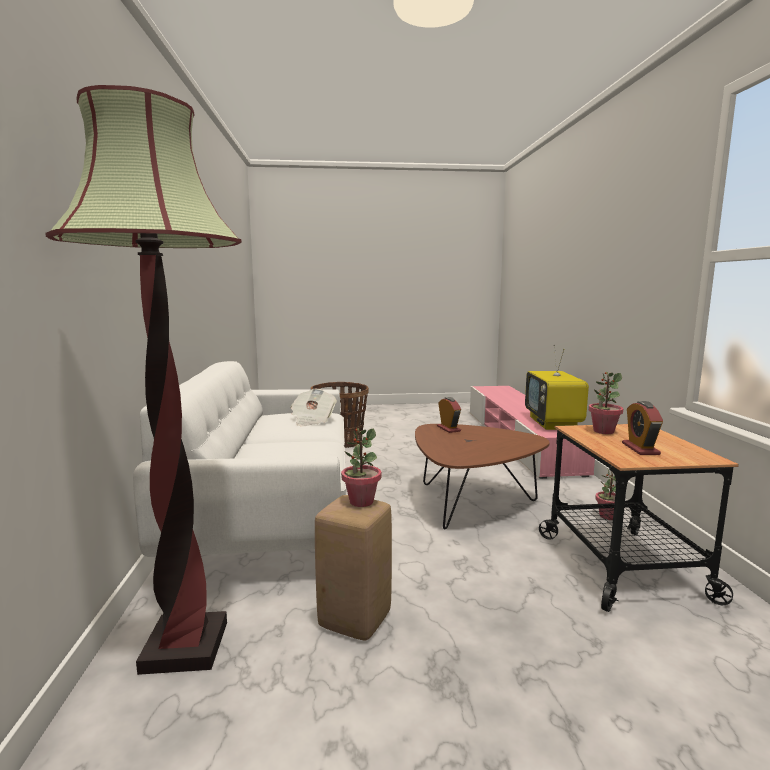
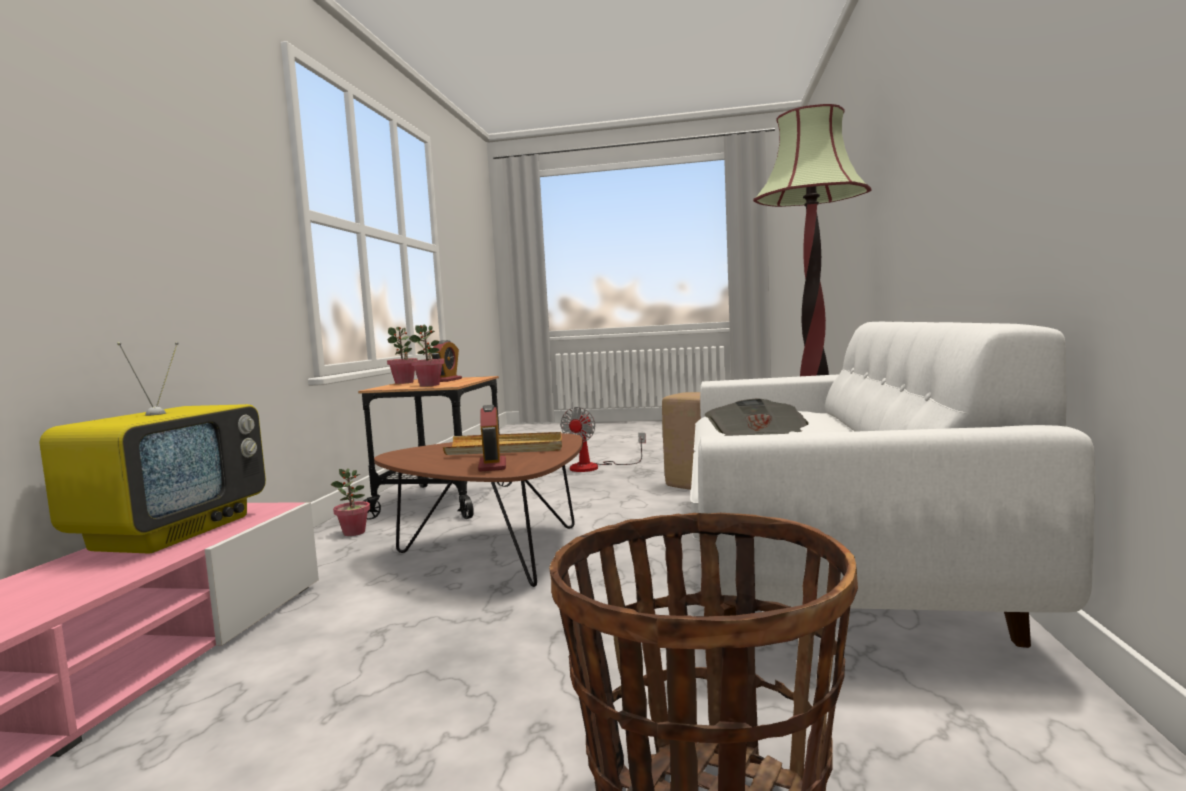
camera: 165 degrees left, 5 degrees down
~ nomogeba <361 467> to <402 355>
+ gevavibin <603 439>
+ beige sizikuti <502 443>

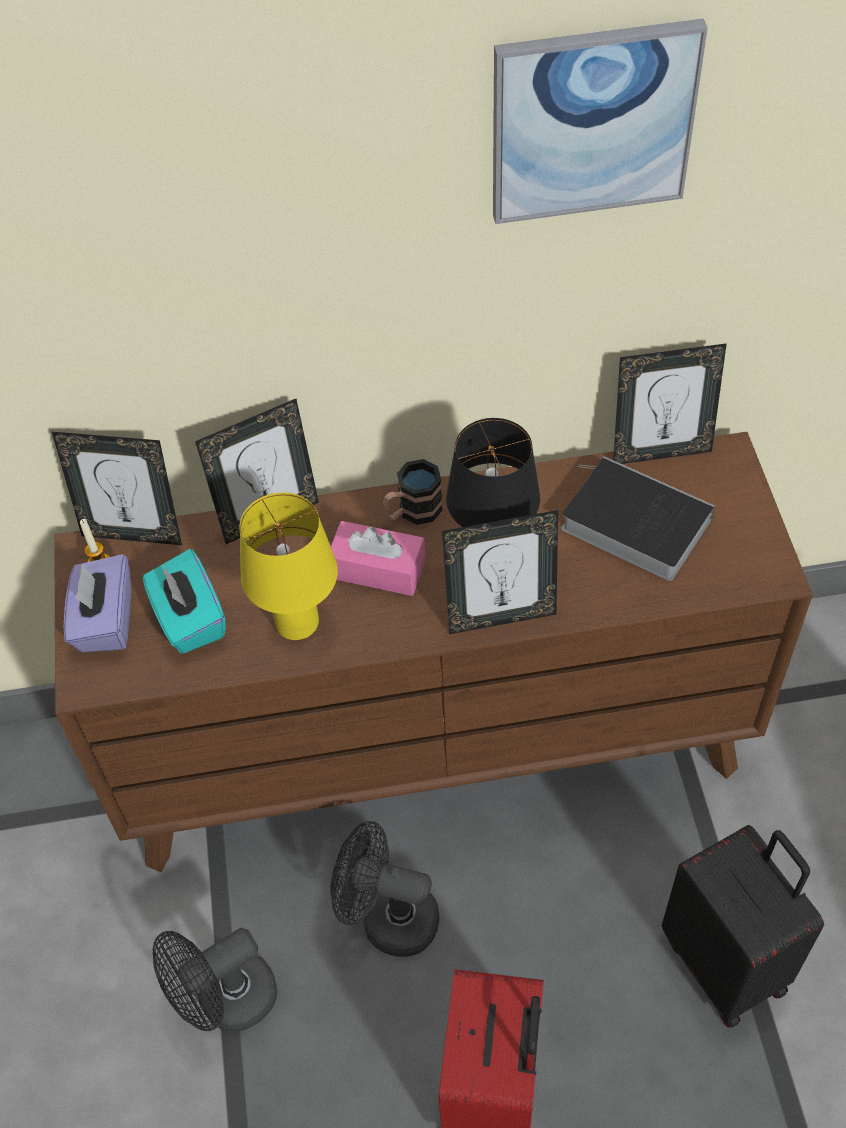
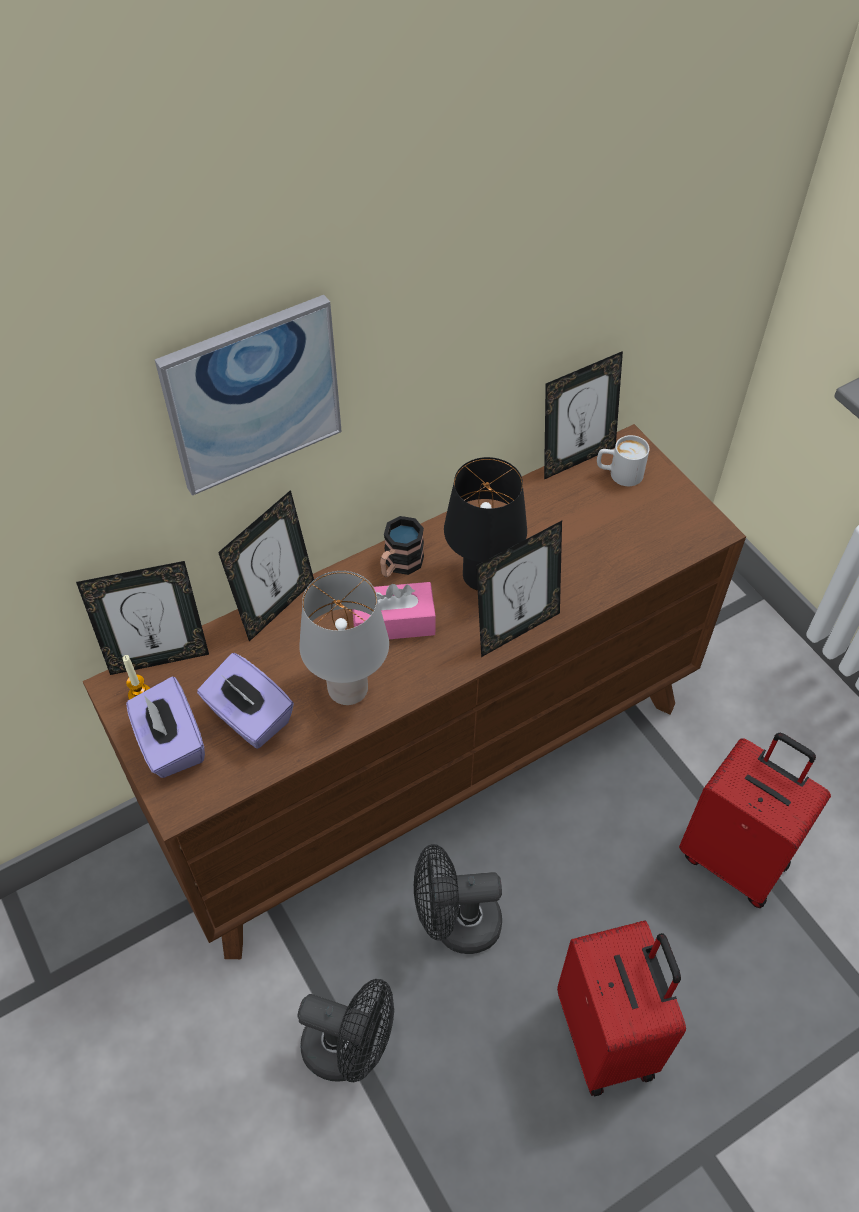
camera: 25 degrees left, 0 degrees up
~ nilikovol <600 121> to <248 395>
- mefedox <638 518>
~ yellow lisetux <288 566> to grey lisetux <344 638>
~ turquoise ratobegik <184 601> to purple ratobegik <245 701>
~ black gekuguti <743 926> to red gekuguti <755 820>
~ black gevavibin <215 980> = <345 1030> 105 degrees counterclockwise
+ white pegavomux <623 460>

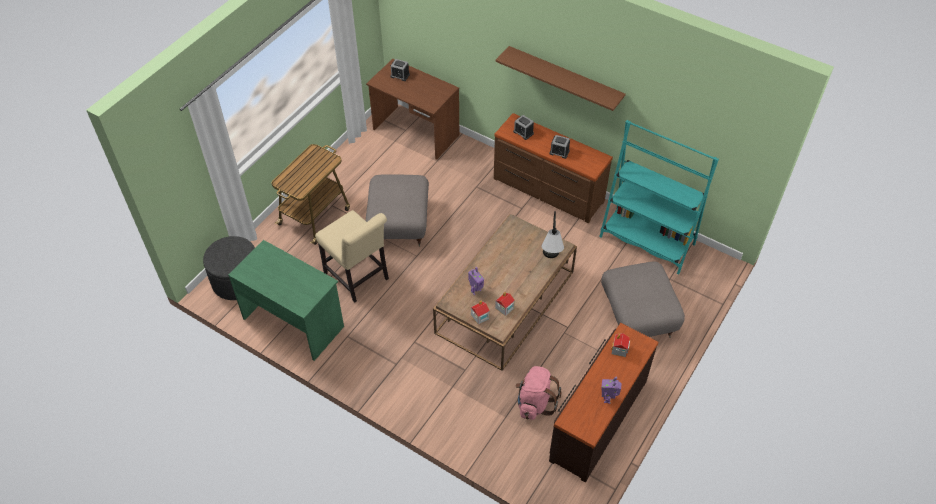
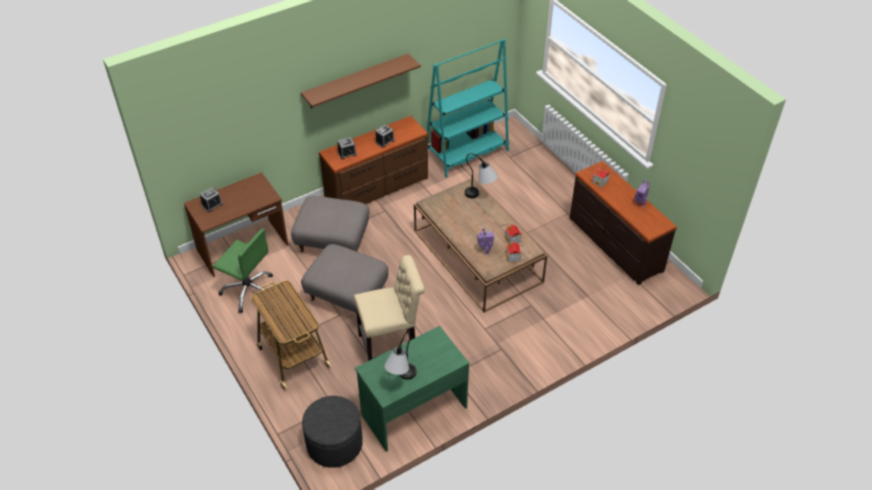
camera: 65 degrees left, 5 degrees down
~ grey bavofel <643 300> to <330 224>
- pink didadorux <539 393>
+ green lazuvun <243 270>
+ lisetux <400 355>

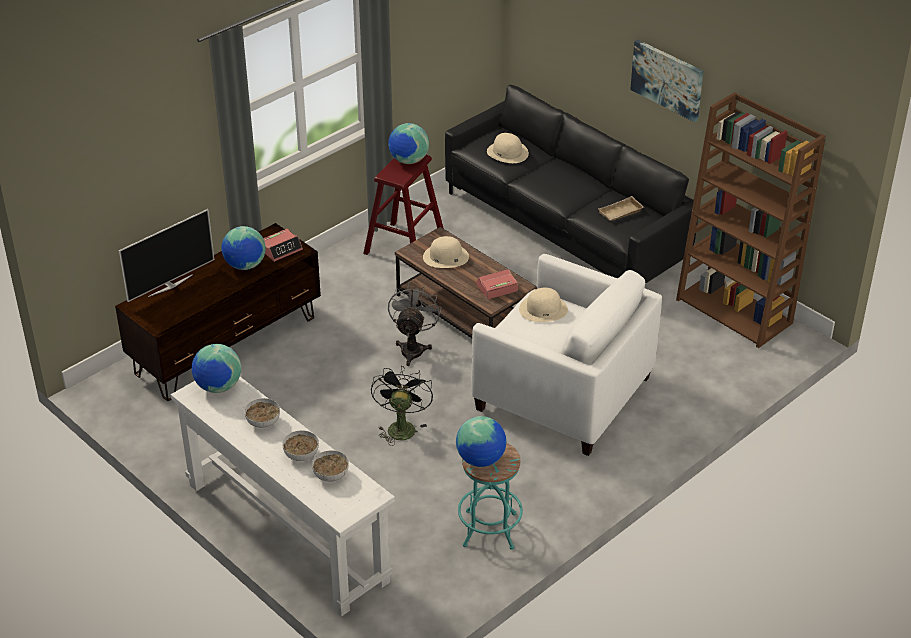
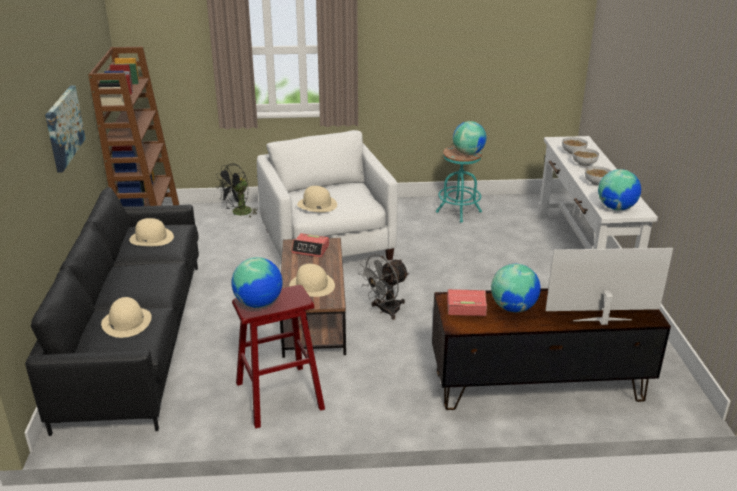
camera: 140 degrees left, 10 degrees down
~ beige sizikuti <621 208> to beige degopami <151 232>
~ black gevavibin <402 406> to <237 190>

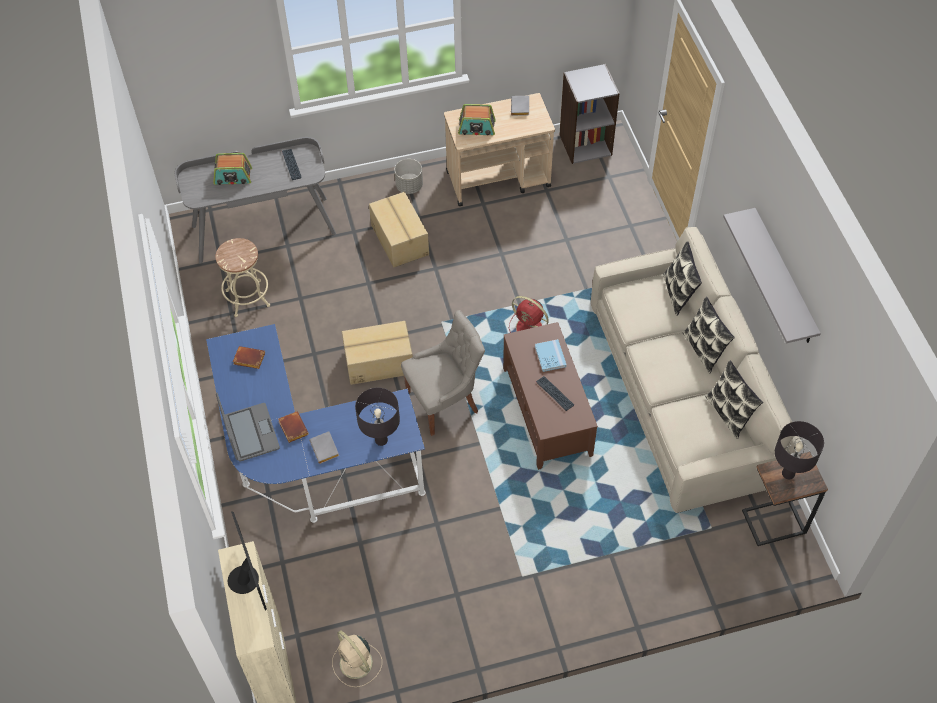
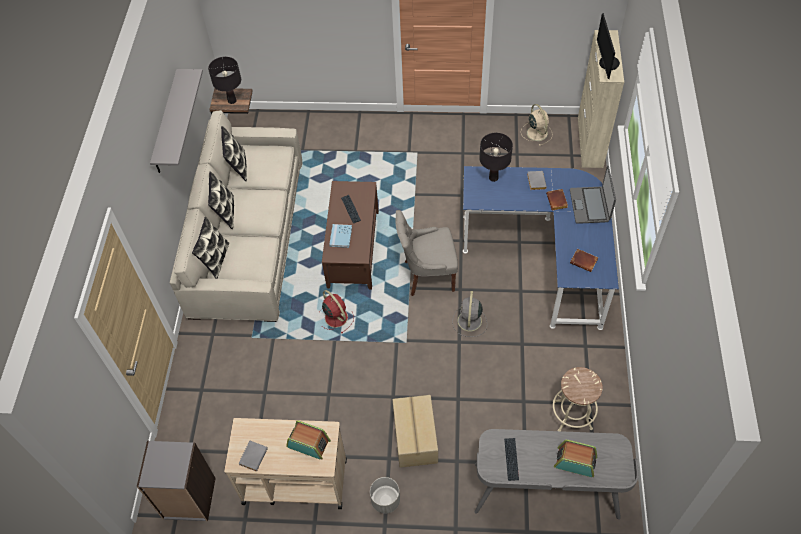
camera: 160 degrees left, 0 degrees up
~ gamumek <377 353> to grey gevavibin <469 314>

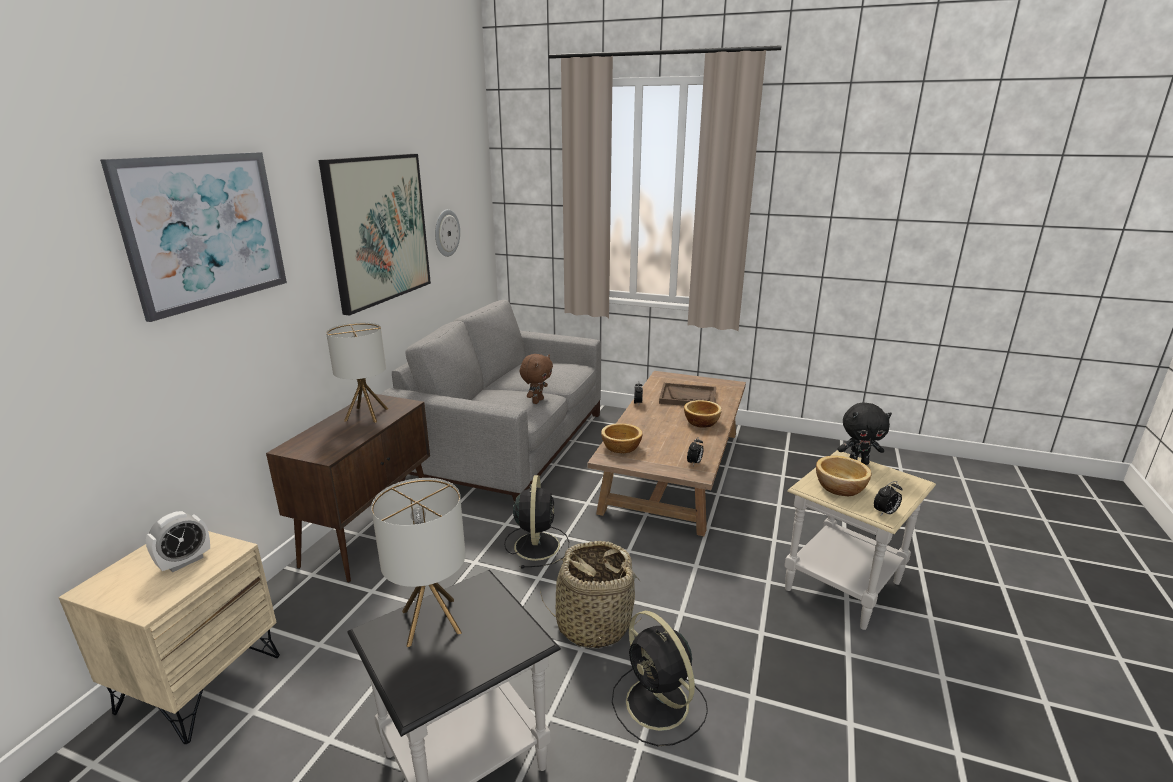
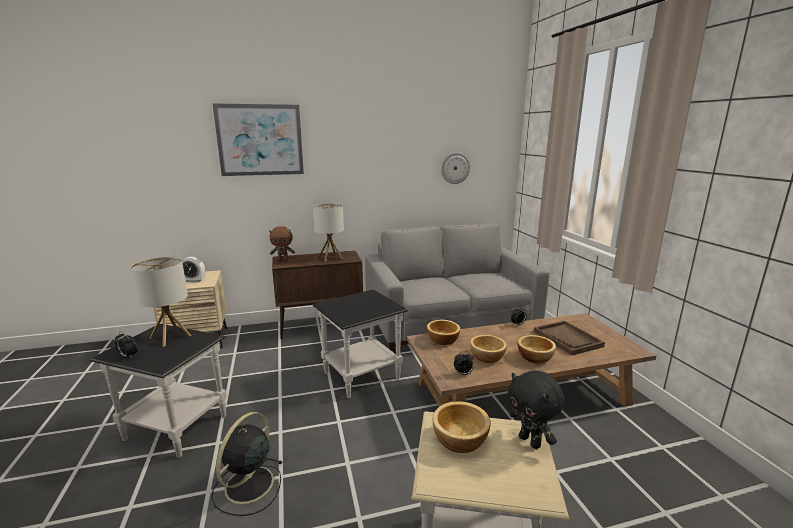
camera: 55 degrees right, 5 degrees down
- nilikovol <375 235>
~ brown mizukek <536 379> to <282 243>
~ black gevavibin <536 522> to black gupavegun <360 344>
~ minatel <888 498> to <126 344>
- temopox <591 594>
+ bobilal <488 349>

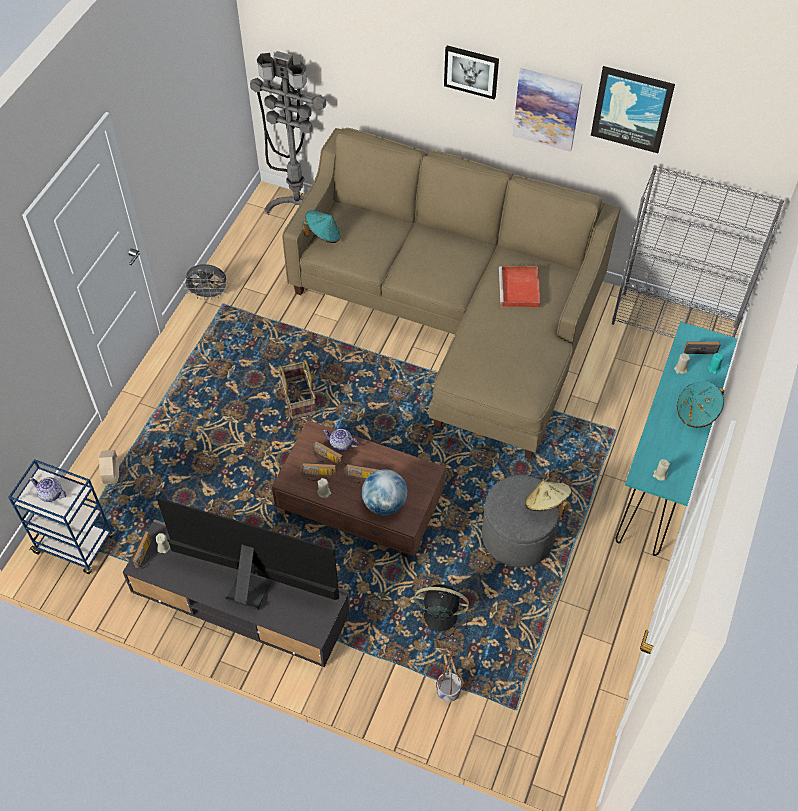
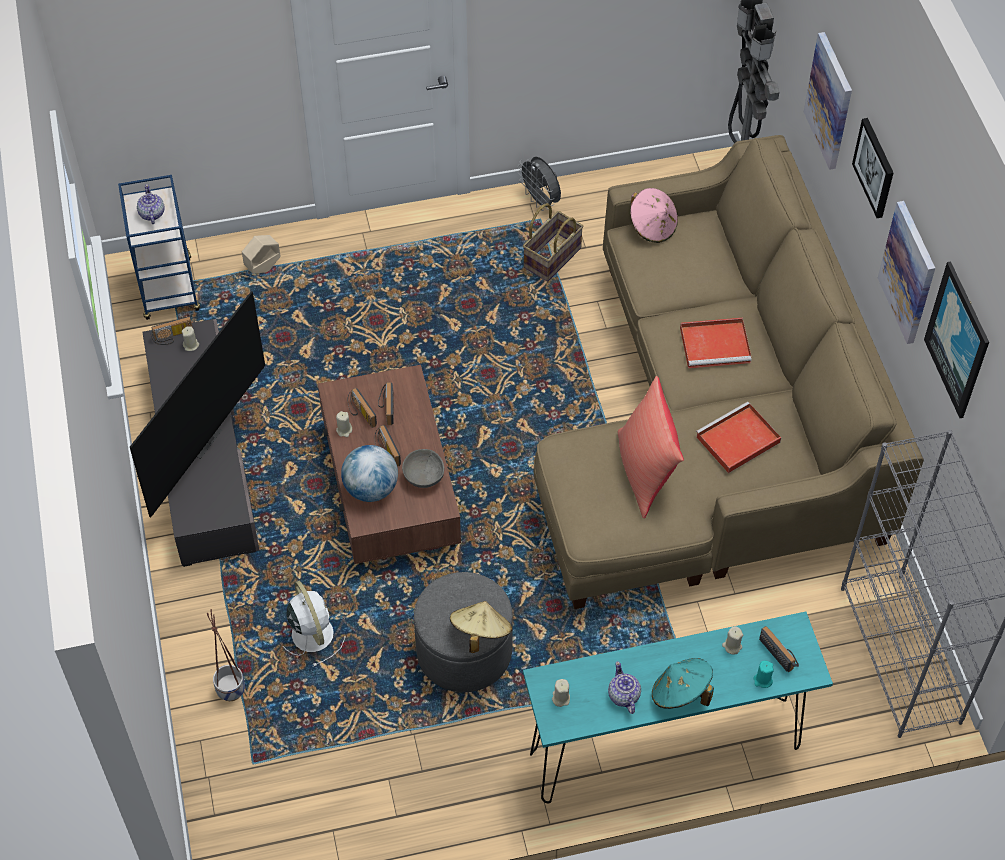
camera: 55 degrees right, 0 degrees up
~ turquoise degopami <321 226> to pink degopami <654 215>
~ temopox <297 389> to <553 242>
~ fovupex <341 440> to <624 687>
~ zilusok <248 554> = <197 404> 45 degrees clockwise
~ black gevavibin <441 612> to white gevavibin <314 624>
+ nilikovol <828 101>
+ red sizikuti <716 343>
+ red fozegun <651 447>
+ grey bobilal <423 468>

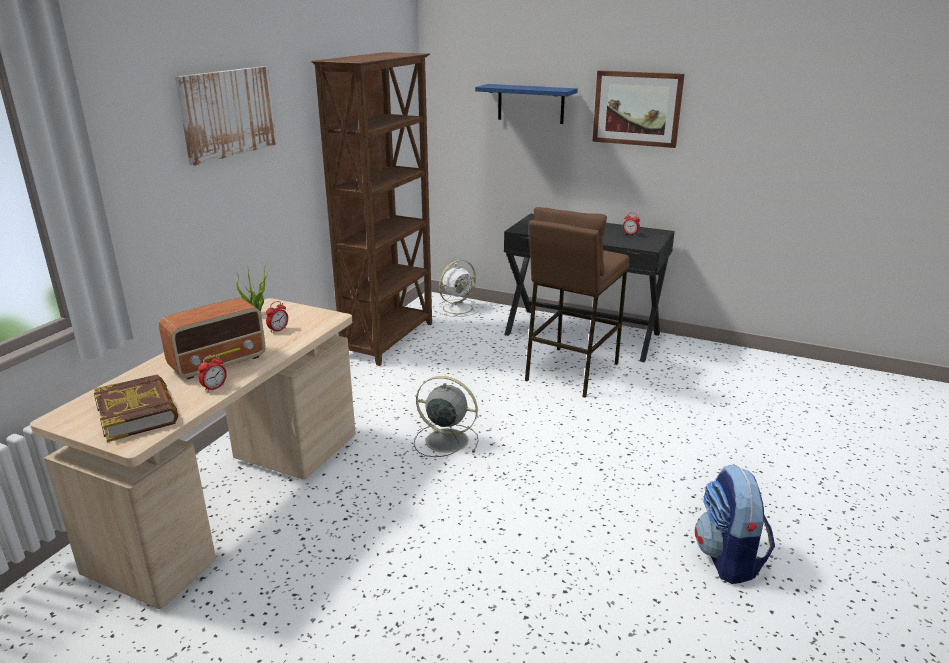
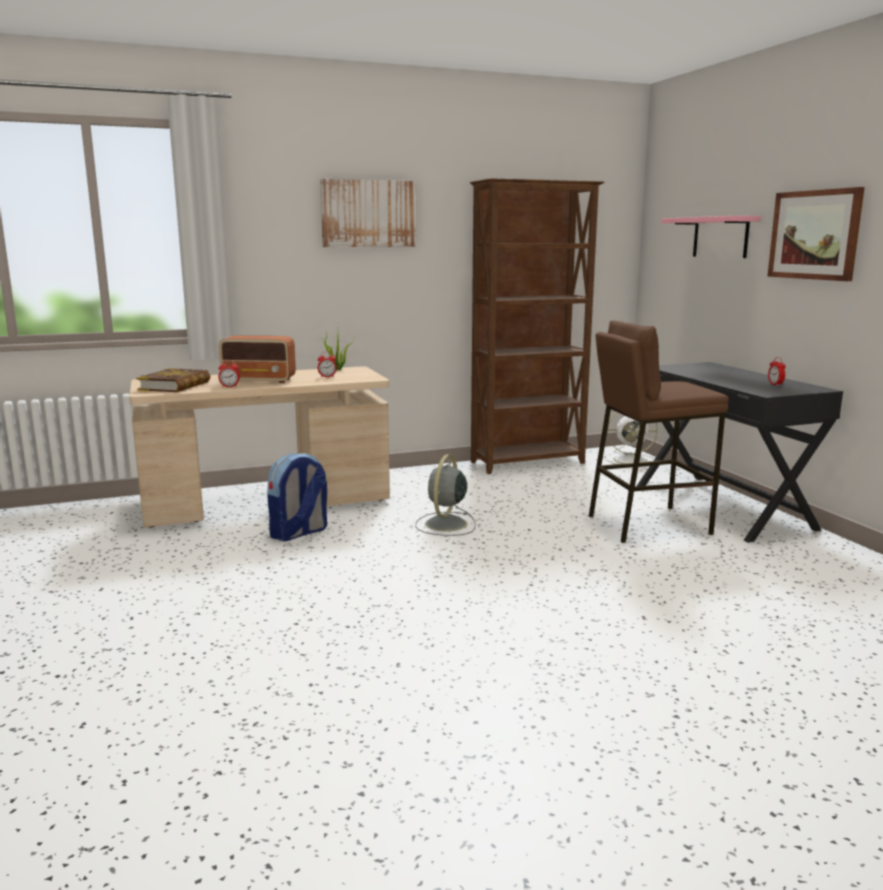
camera: 45 degrees right, 10 degrees down
~ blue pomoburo <526 104> to pink pomoburo <711 237>
~ grey gevavibin <446 416> = <445 495> 135 degrees counterclockwise
~ didadorux <735 524> to <297 497>

